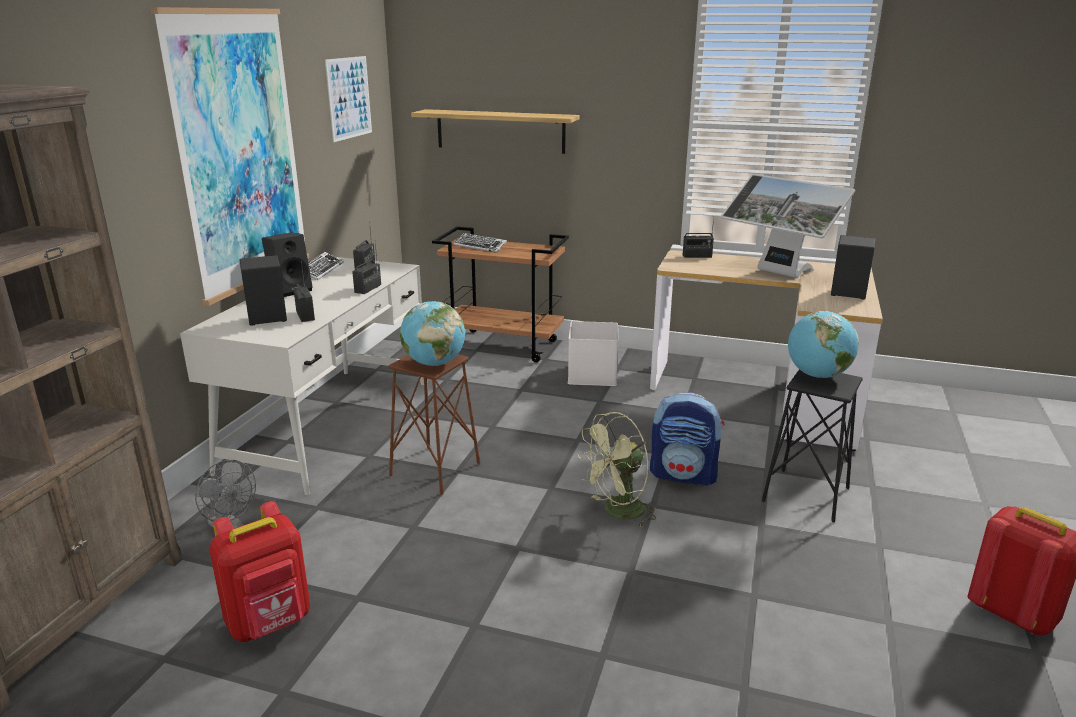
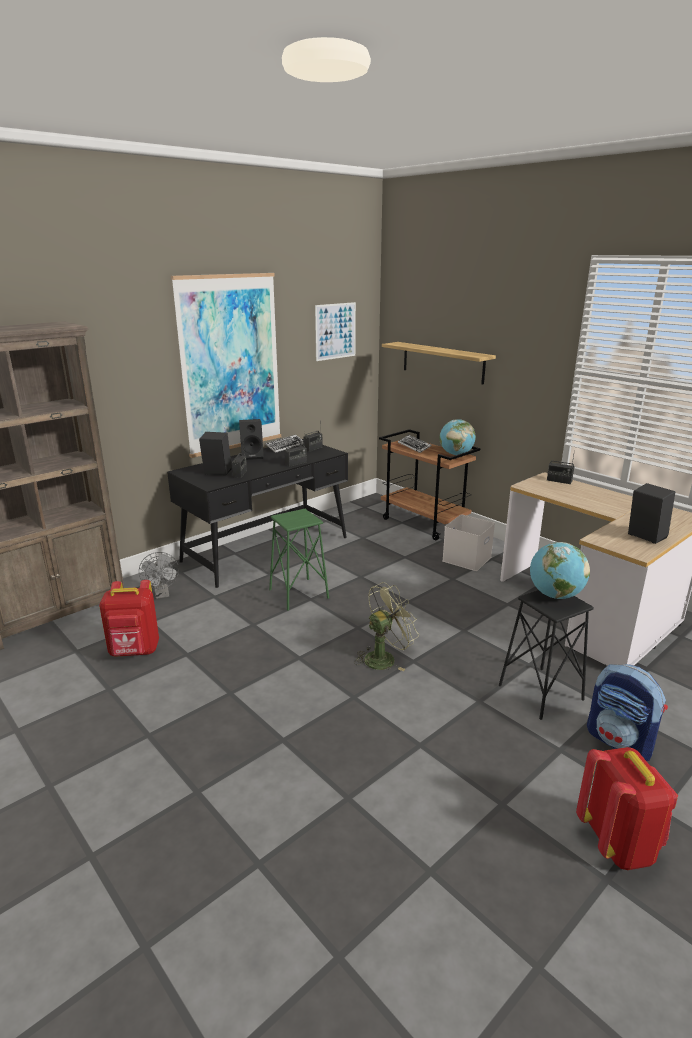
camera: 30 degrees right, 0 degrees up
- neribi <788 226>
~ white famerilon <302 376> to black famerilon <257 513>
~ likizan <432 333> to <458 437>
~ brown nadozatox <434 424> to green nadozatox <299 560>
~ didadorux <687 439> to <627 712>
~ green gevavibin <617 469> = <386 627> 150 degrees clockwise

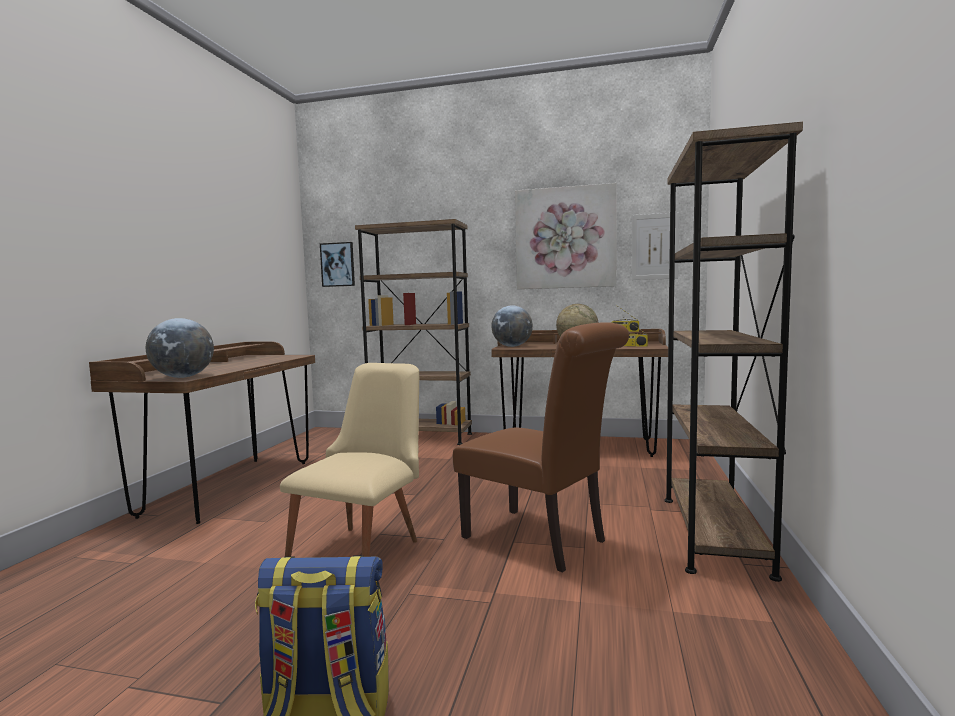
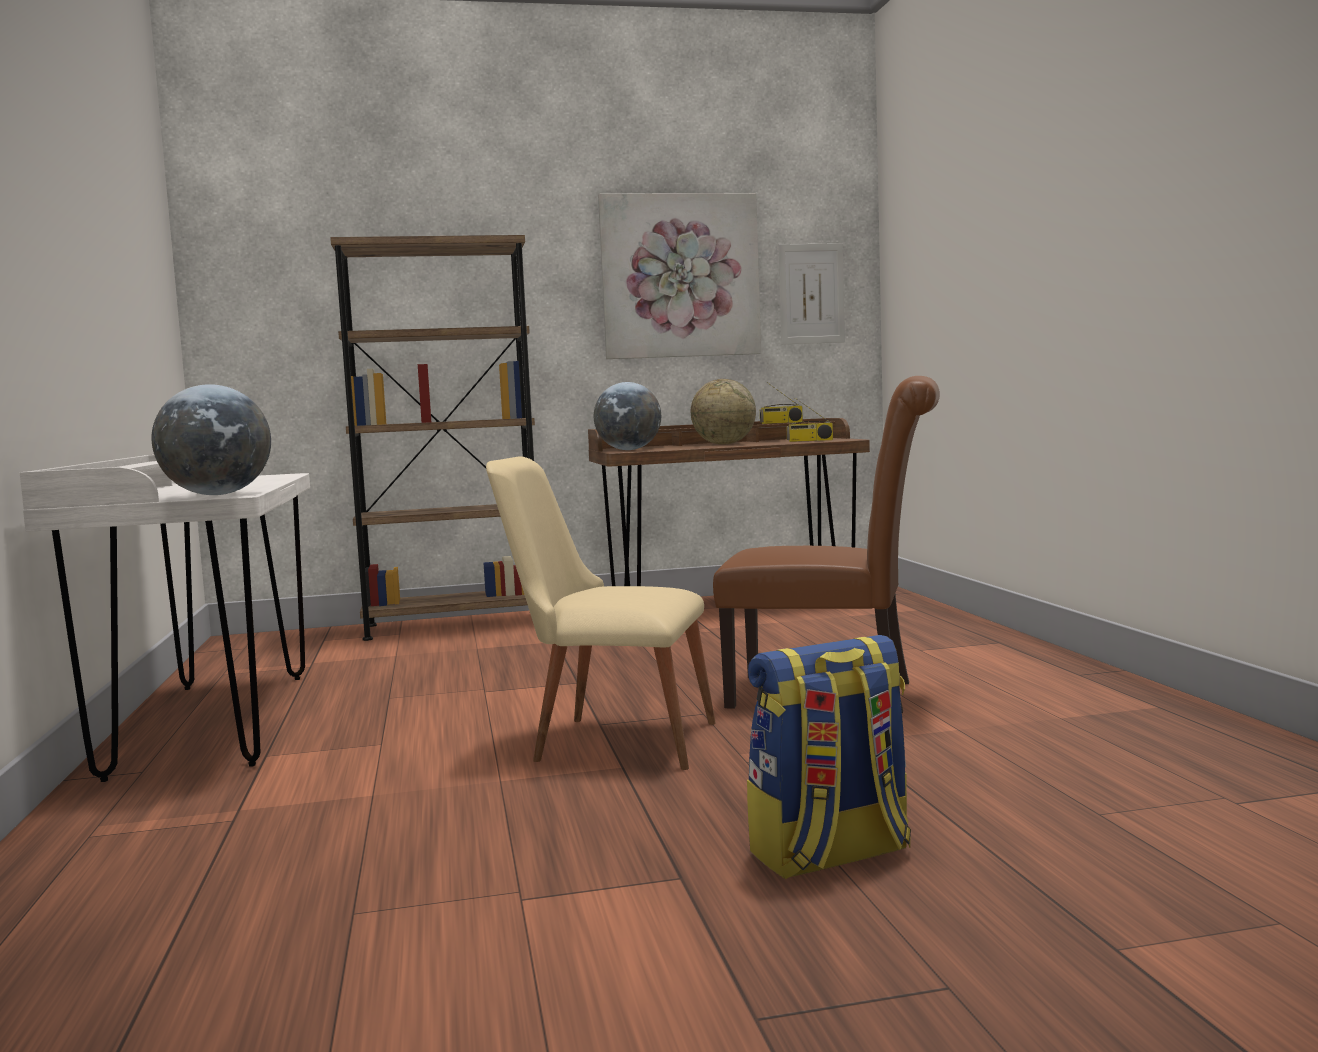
camera: 25 degrees left, 0 degrees up
- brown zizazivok <733 352>
- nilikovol <337 264>
~ brown famerilon <202 432> to white famerilon <165 618>
~ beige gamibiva <349 460> = <601 613> 75 degrees counterclockwise

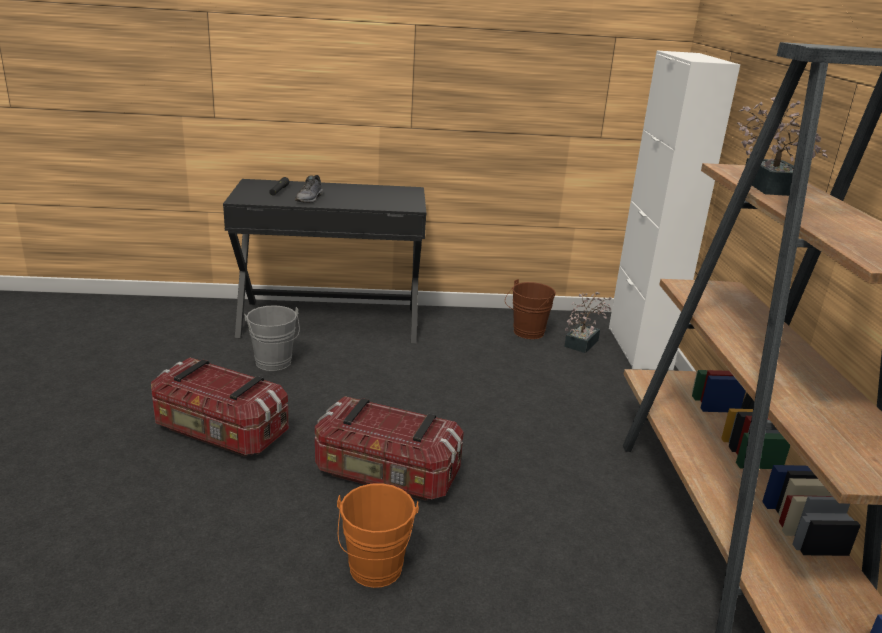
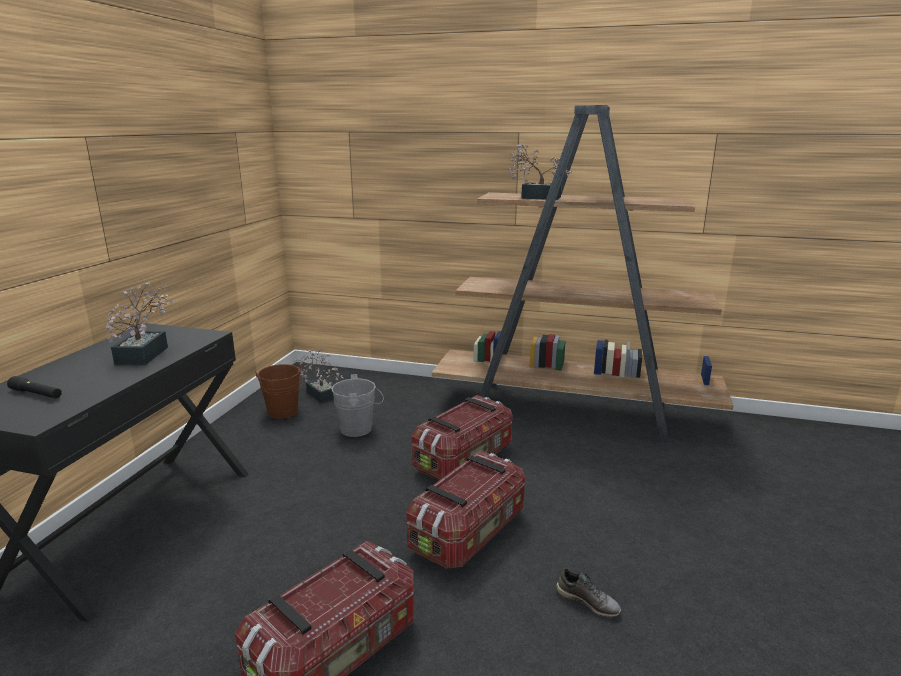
camera: 70 degrees left, 5 degrees down
- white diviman <674 210>
~ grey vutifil <309 189> to <589 592>
~ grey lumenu <272 338> to <357 405>
- orange lumenu <378 535>
+ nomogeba <139 324>
+ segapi <462 438>

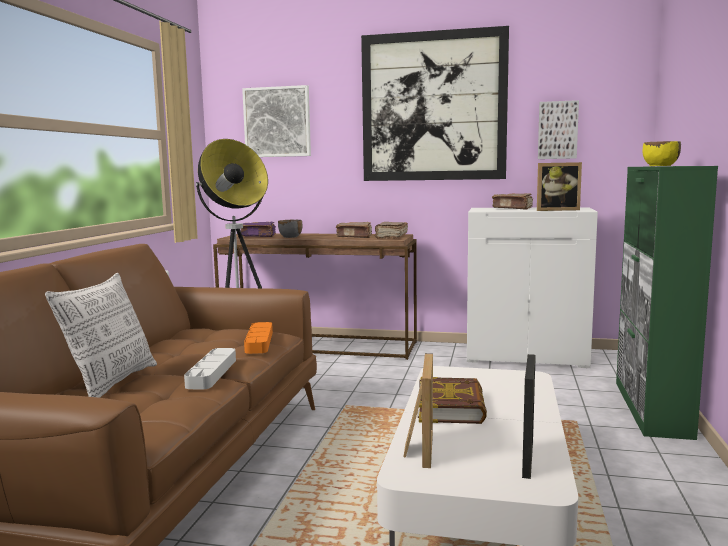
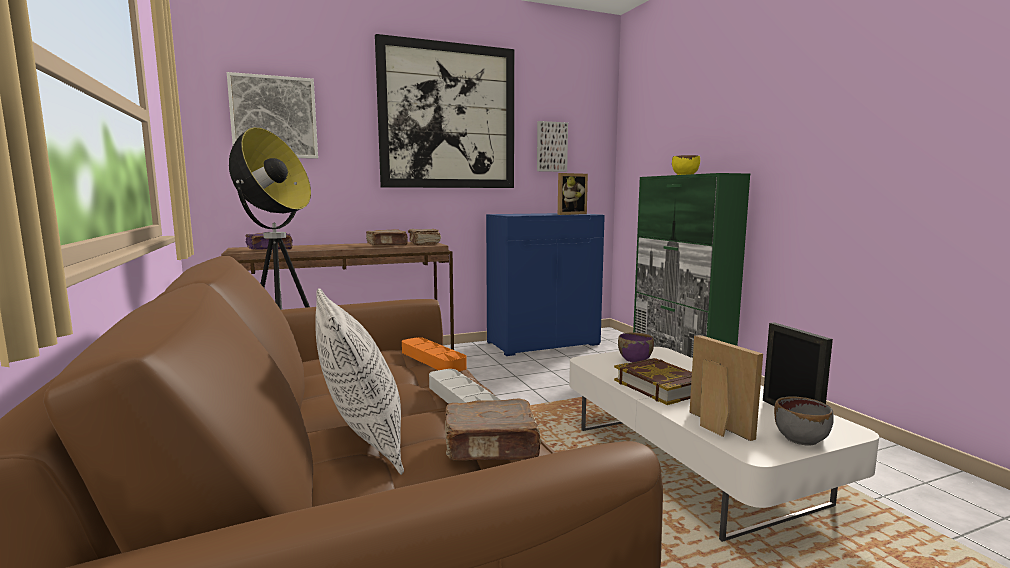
camera: 35 degrees left, 0 degrees up
~ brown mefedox <512 201> to <493 429>
~ white diviman <532 287> to blue diviman <545 284>
~ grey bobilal <290 229> to <804 421>
+ purple bobilal <636 347>

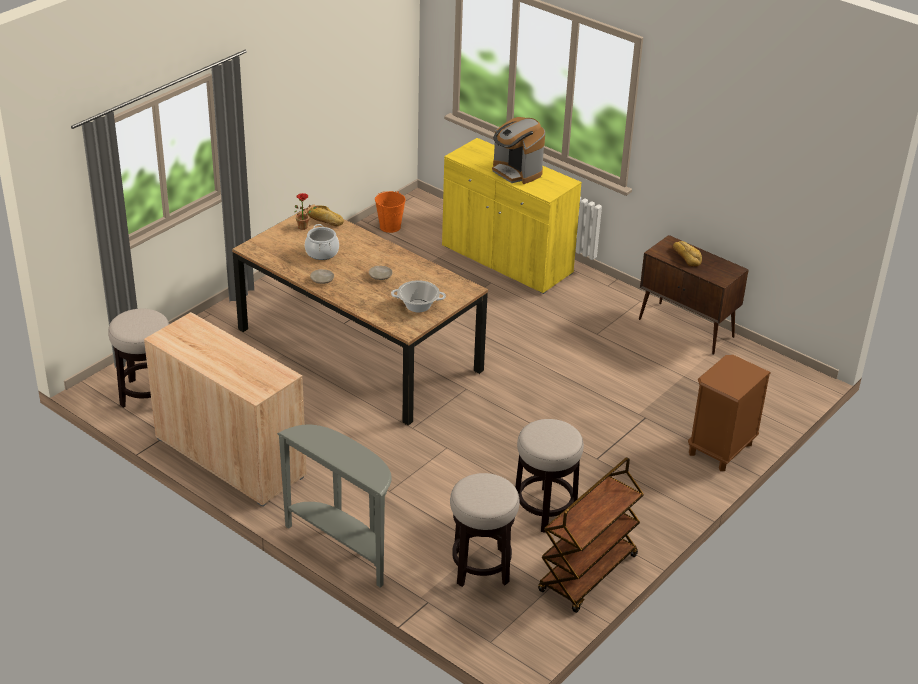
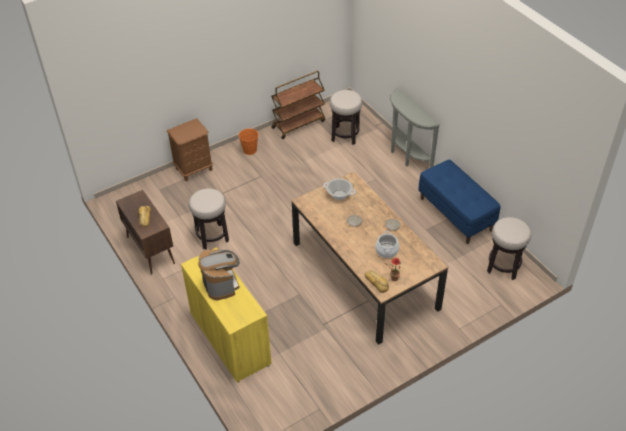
camera: 160 degrees left, 10 degrees up
~ orange lumenu <390 212> to <249 142>
~ beige diviman <225 409> to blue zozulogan <459 201>
~ nadozatox <549 475> to <209 218>

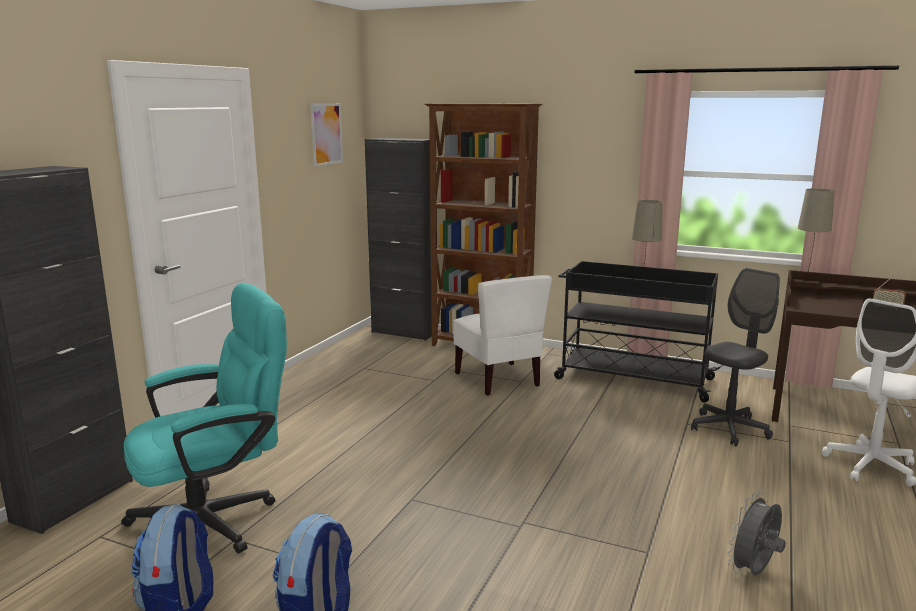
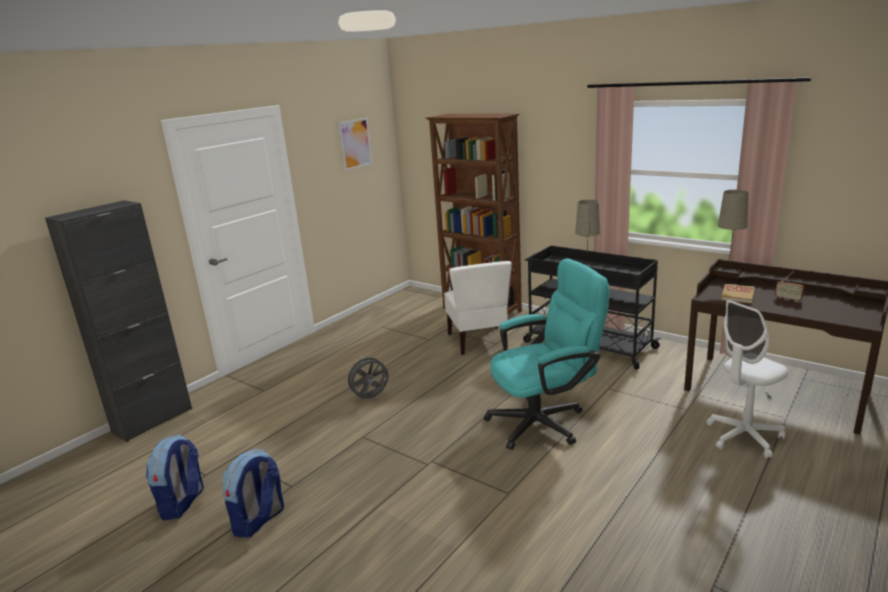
camera: 15 degrees right, 5 degrees up
- black diviman <398 239>
- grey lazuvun <735 357>
~ turquoise lazuvun <204 418> to <547 354>
~ grey gevavibin <756 534> to <366 377>
+ mefedox <738 294>

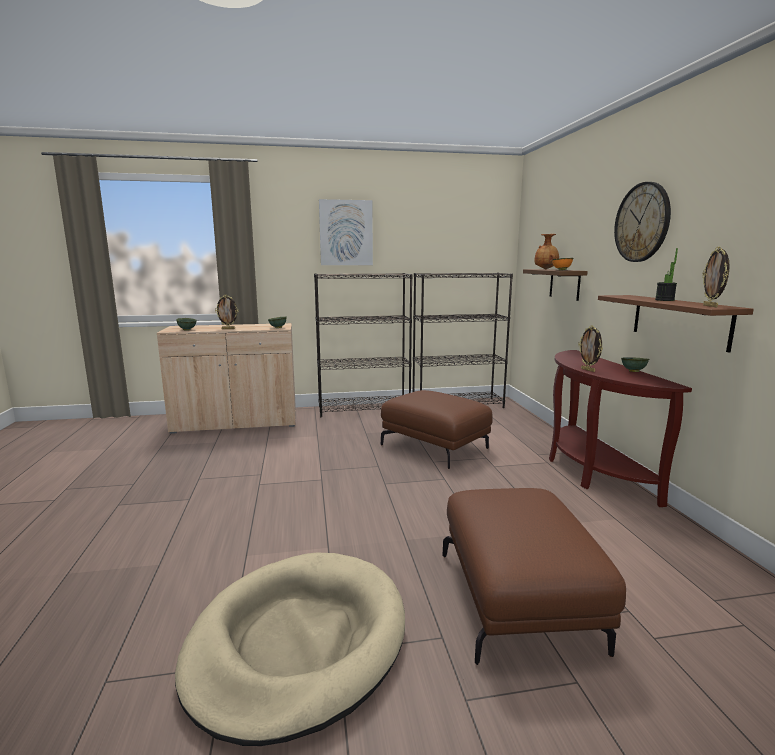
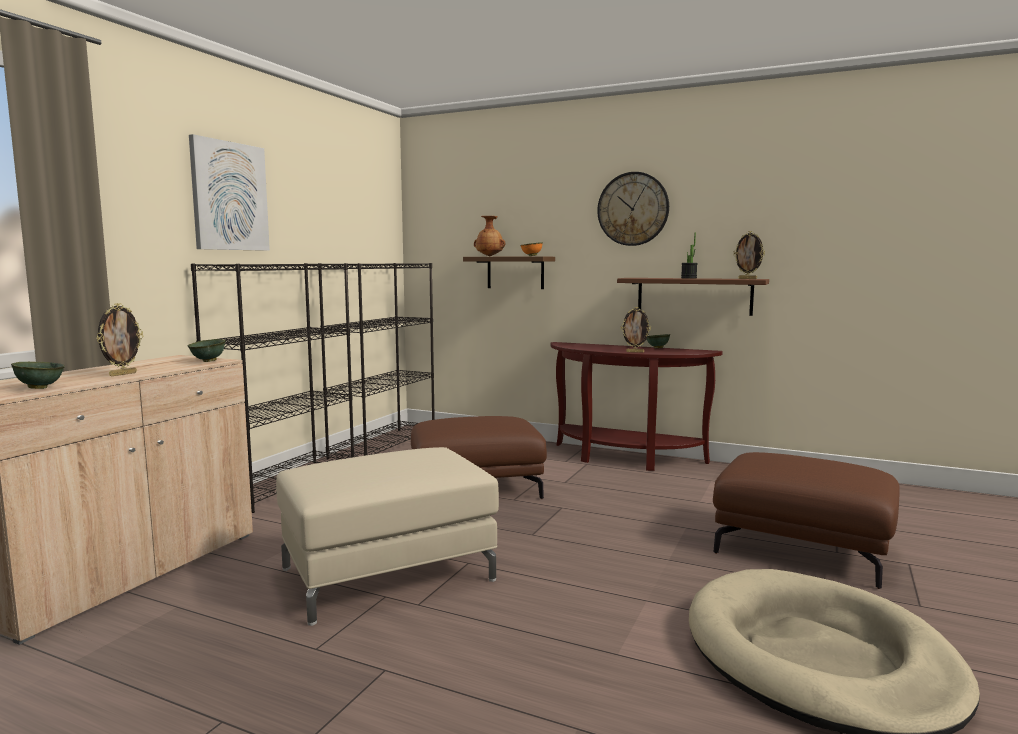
camera: 55 degrees left, 5 degrees down
+ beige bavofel <387 536>

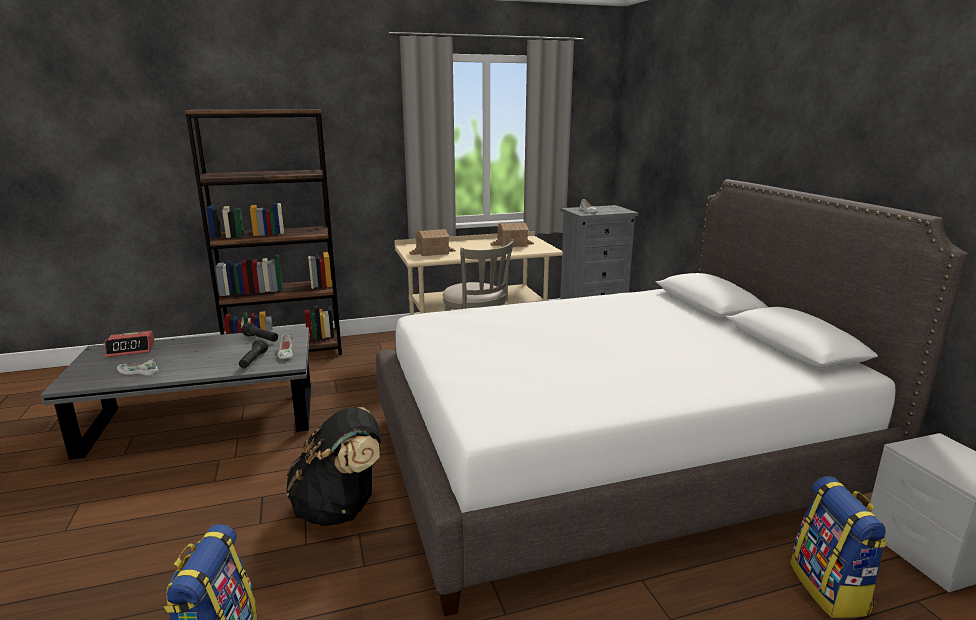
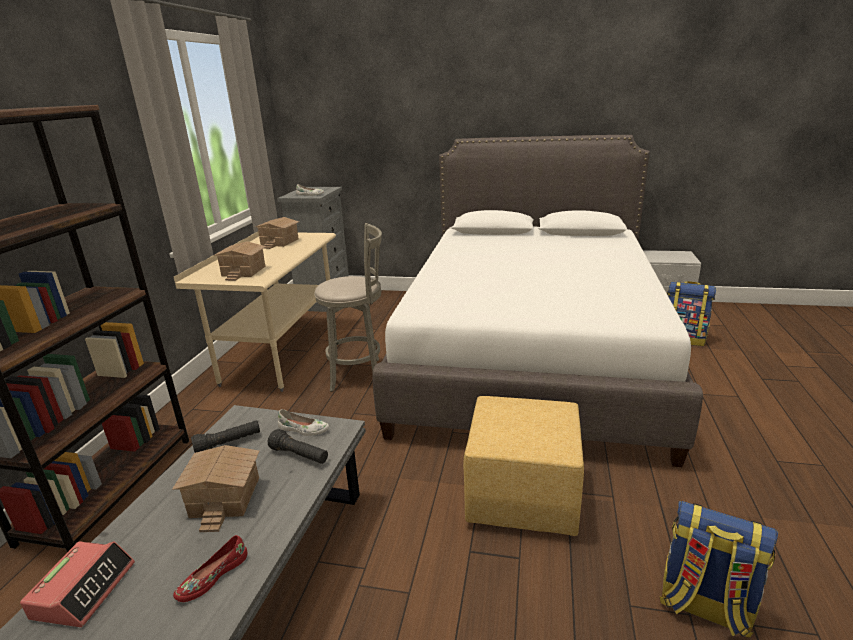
camera: 60 degrees left, 5 degrees up
~ white vutifil <137 367> to red vutifil <210 568>
~ black didadorux <334 466> to yellow bavofel <523 466>
+ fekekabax <216 488>

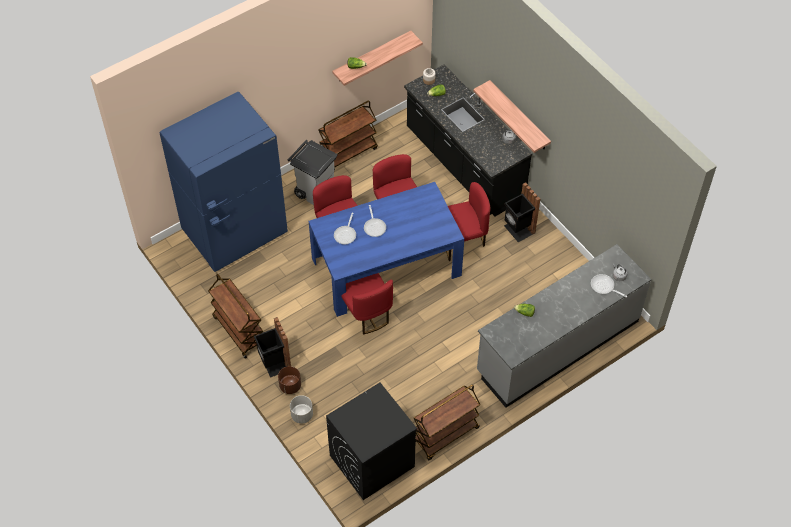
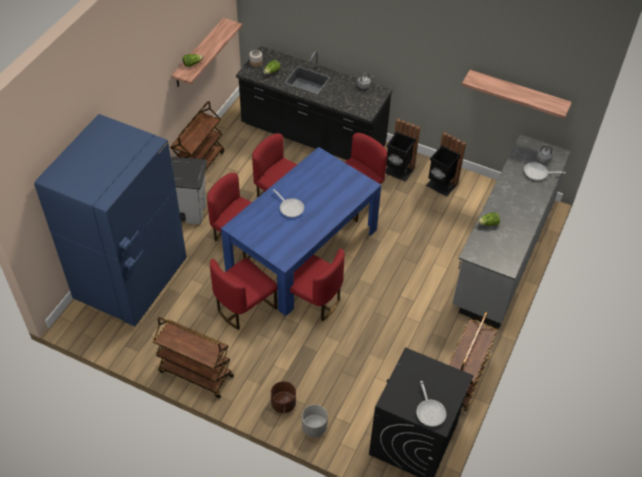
camera: 30 degrees left, 5 degrees down
~ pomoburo <512 116> to <517 94>
~ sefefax <345 228> to <431 403>
~ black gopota <272 347> to <446 164>
+ red gamibiva <243 294>

